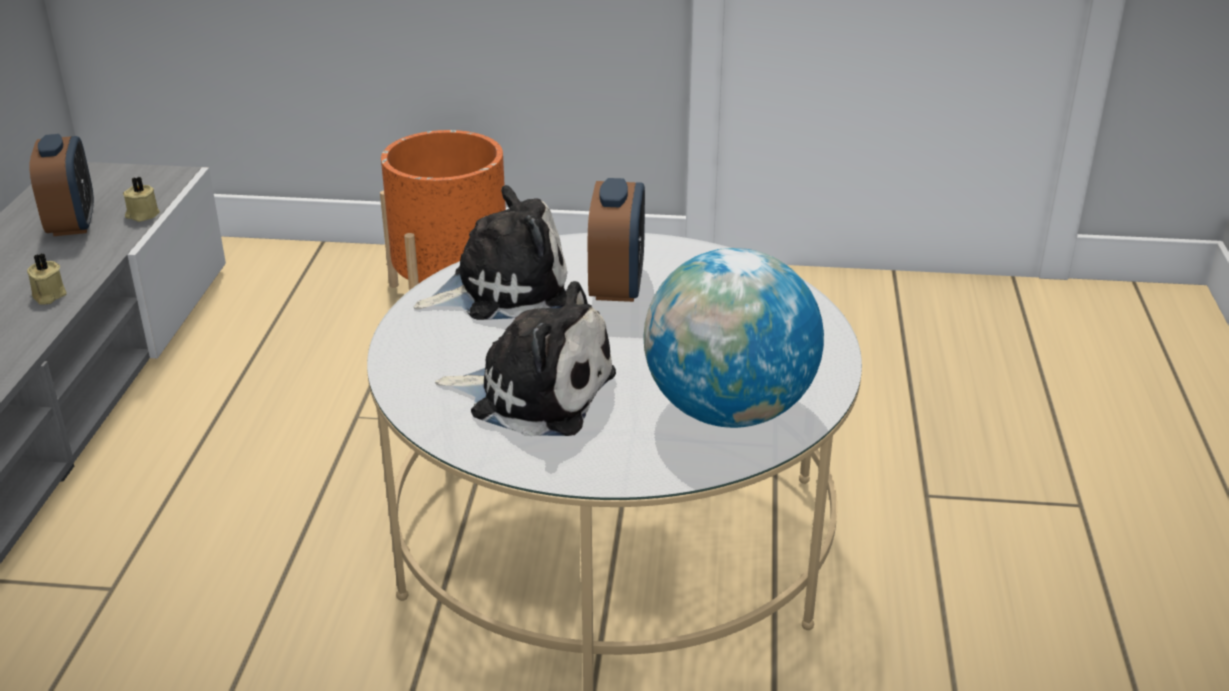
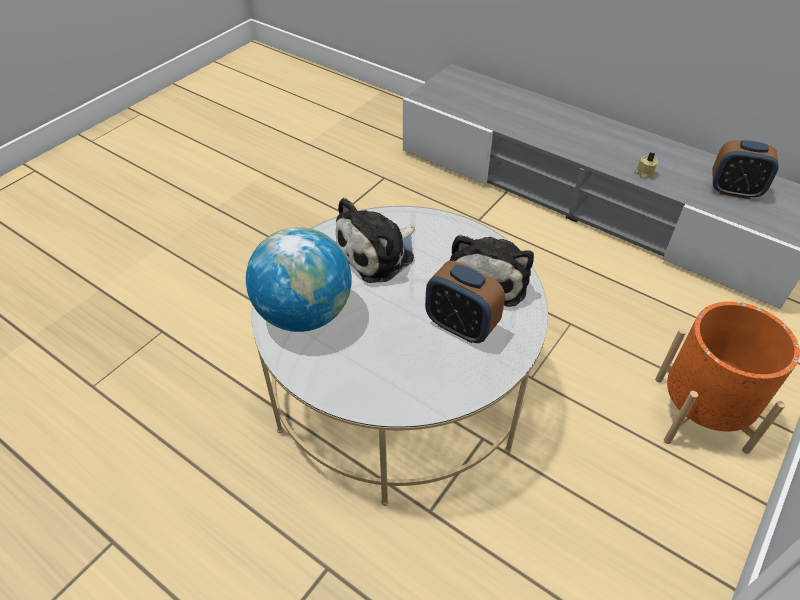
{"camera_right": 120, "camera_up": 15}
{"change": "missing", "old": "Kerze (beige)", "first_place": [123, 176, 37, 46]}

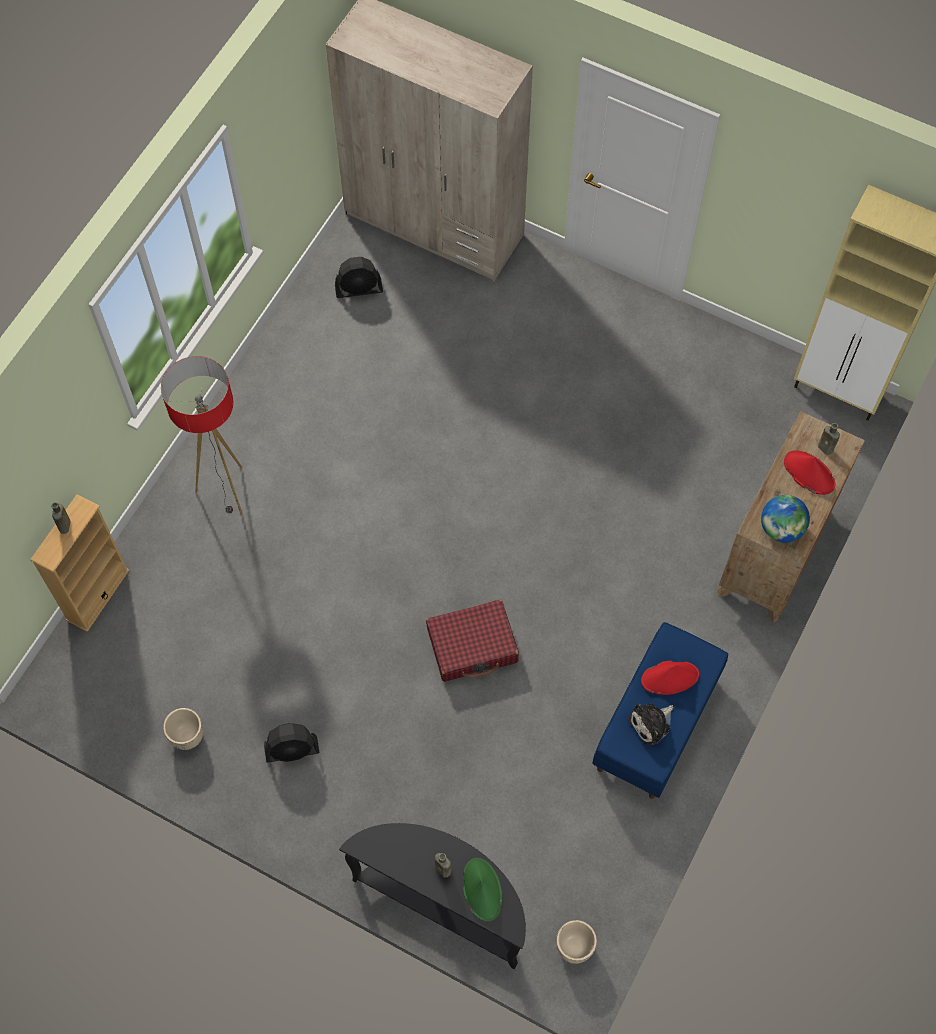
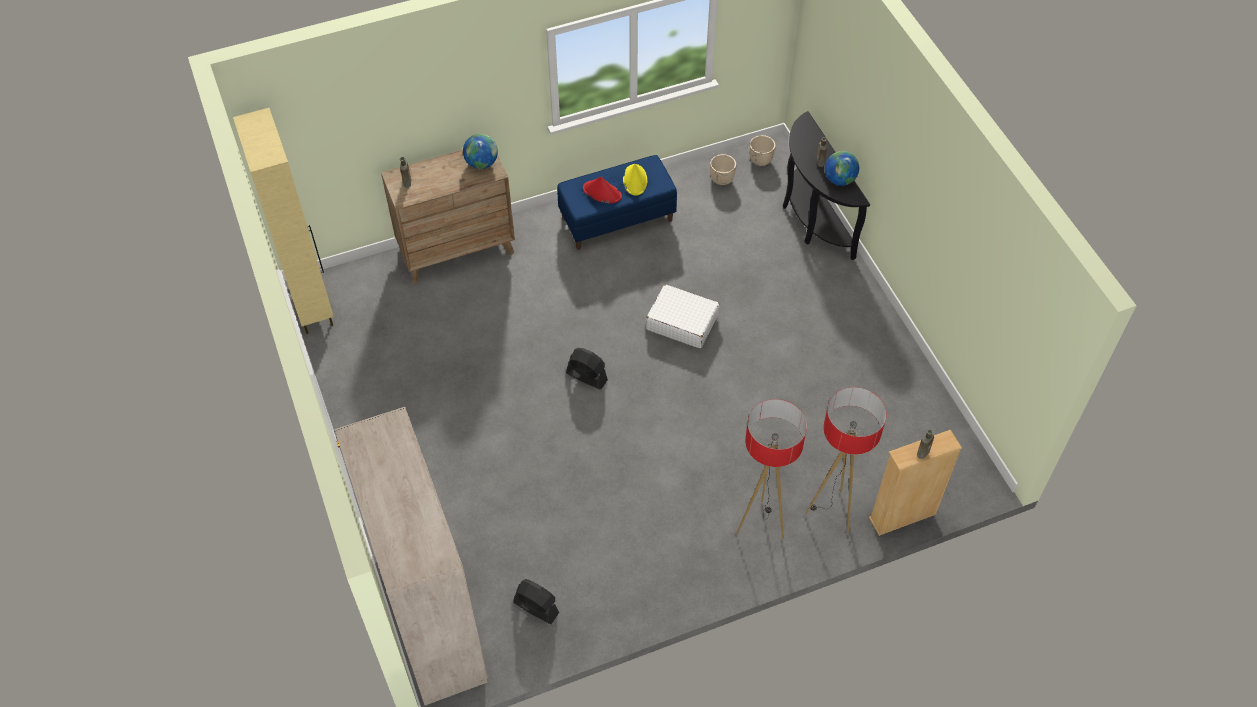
{"camera_right": -140, "camera_up": -10}
{"change": "missing", "old": "Hut (rot)", "first_place": [784, 450, 51, 45]}
{"change": "colour", "old": "Koffer (rot)", "new": "Koffer (weiß)", "first_place": [426, 599, 93, 83], "second_place": [646, 285, 74, 63]}
{"change": "exchanged", "old": "Plüschtier", "new": "Hut (gelb)", "first_place": [628, 704, 45, 41], "second_place": [623, 164, 25, 32]}
{"change": "relocated", "old": "Pflanzkübel (beige)", "first_place": [163, 708, 40, 42], "second_place": [710, 154, 26, 31]}
{"change": "relocated", "old": "Ventilator (schwarz)", "first_place": [264, 723, 56, 39], "second_place": [566, 348, 42, 41]}
{"change": "missing", "old": "Hut (grün)", "first_place": [463, 858, 39, 64]}
{"change": "appeared", "new": "Globus", "second_place": [825, 151, 34, 35]}
{"change": "appeared", "new": "Stehlampe", "second_place": [805, 387, 82, 146]}

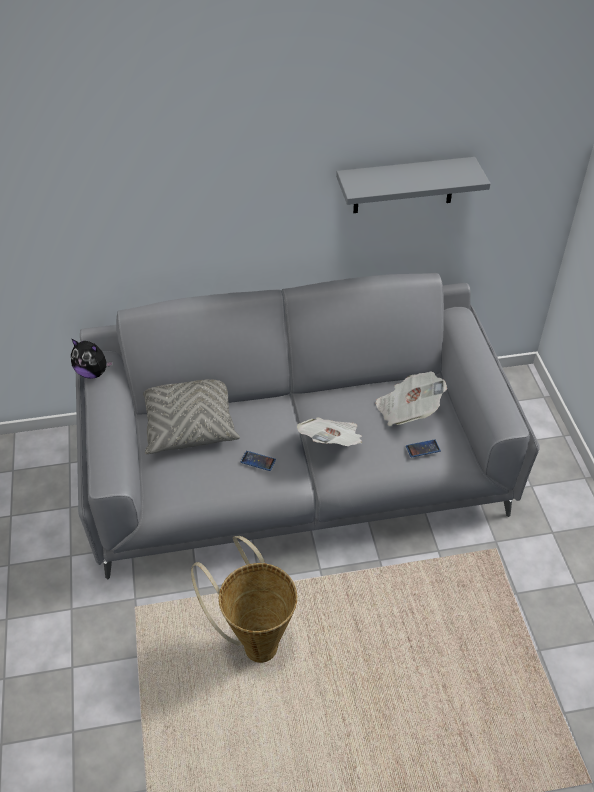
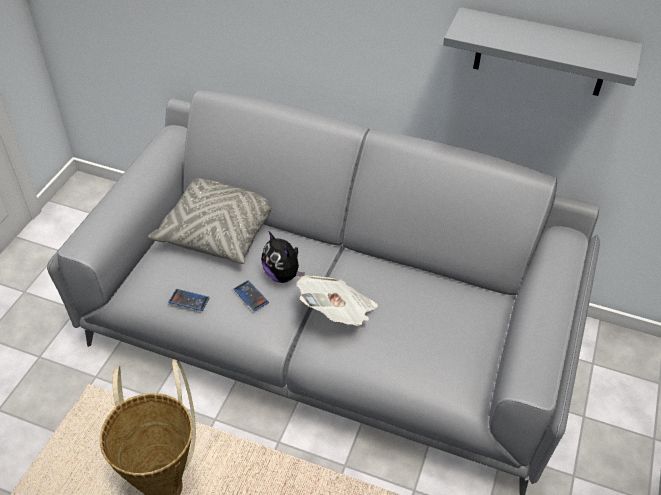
{"camera_right": 30, "camera_up": 0}
{"change": "relocated", "old": "Plüschtier", "first_place": [71, 339, 42, 40], "second_place": [261, 232, 44, 51]}
{"change": "missing", "old": "Zeitung", "first_place": [375, 371, 72, 55]}
{"change": "relocated", "old": "Handy", "first_place": [406, 439, 35, 18], "second_place": [169, 289, 40, 22]}

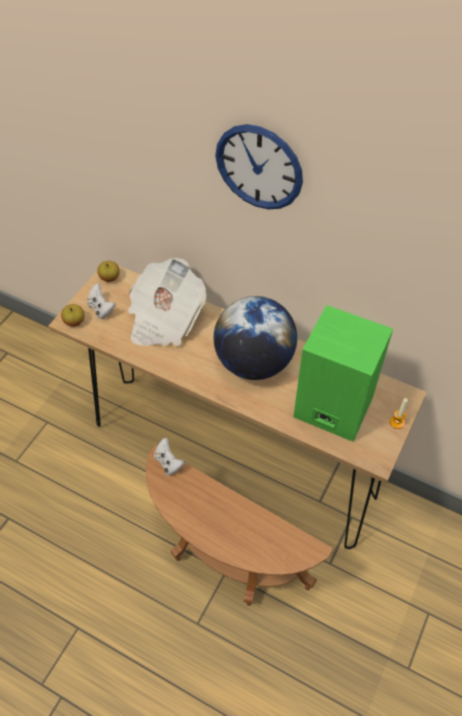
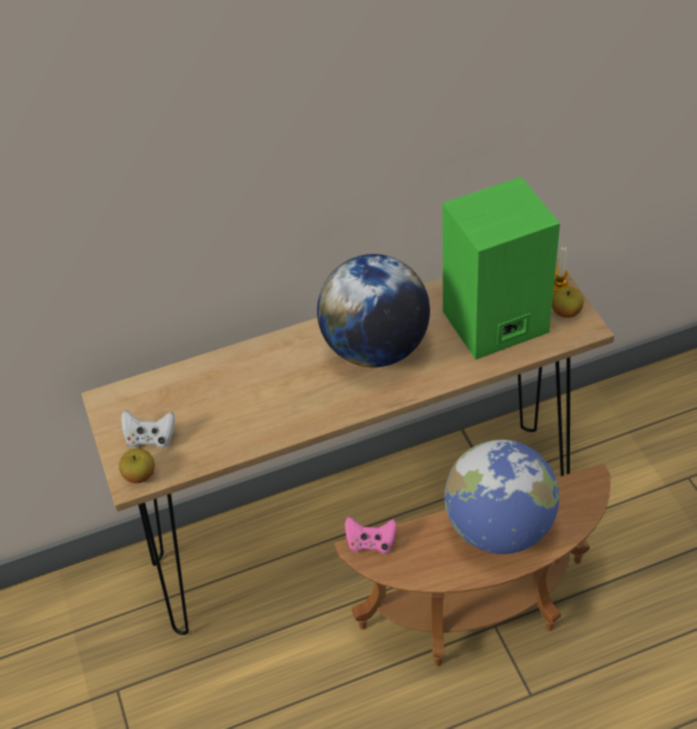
{"camera_right": -45, "camera_up": -5}
{"change": "missing", "old": "Wanduhr", "first_place": [215, 124, 88, 85]}
{"change": "missing", "old": "Zeitung", "first_place": [128, 258, 79, 88]}
{"change": "relocated", "old": "Apfel", "first_place": [97, 261, 23, 21], "second_place": [552, 287, 32, 31]}
{"change": "colour", "old": "Gamepad (weiß)", "new": "Gamepad (rosa)", "first_place": [154, 438, 31, 38], "second_place": [345, 516, 52, 38]}
{"change": "appeared", "new": "Globus", "second_place": [444, 439, 116, 115]}

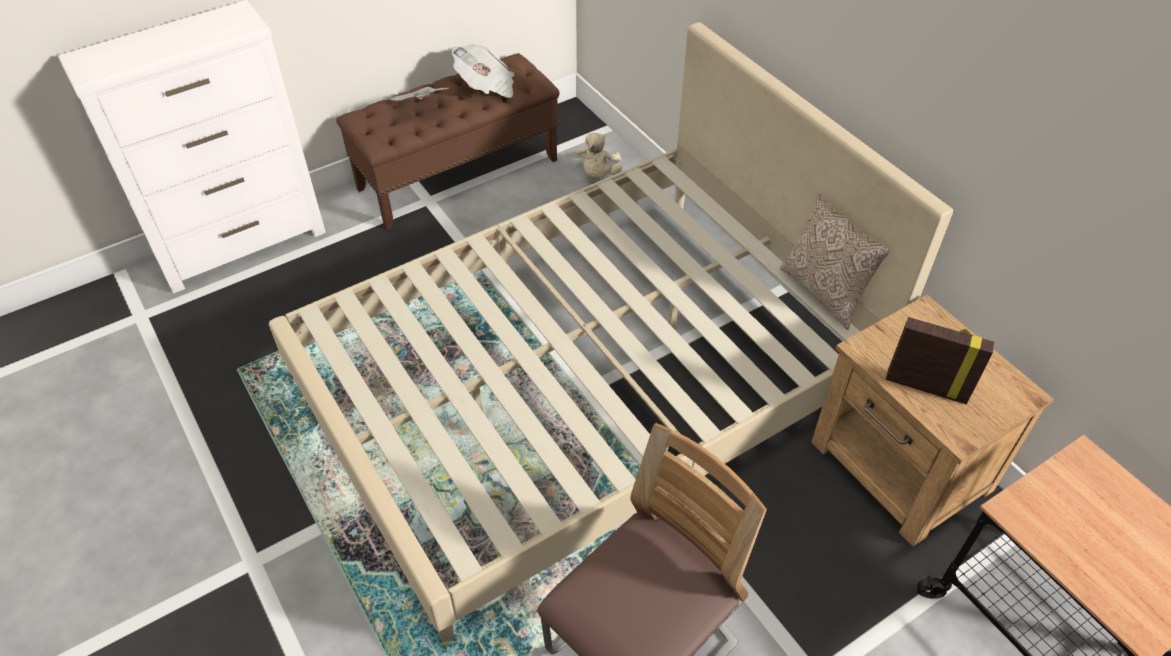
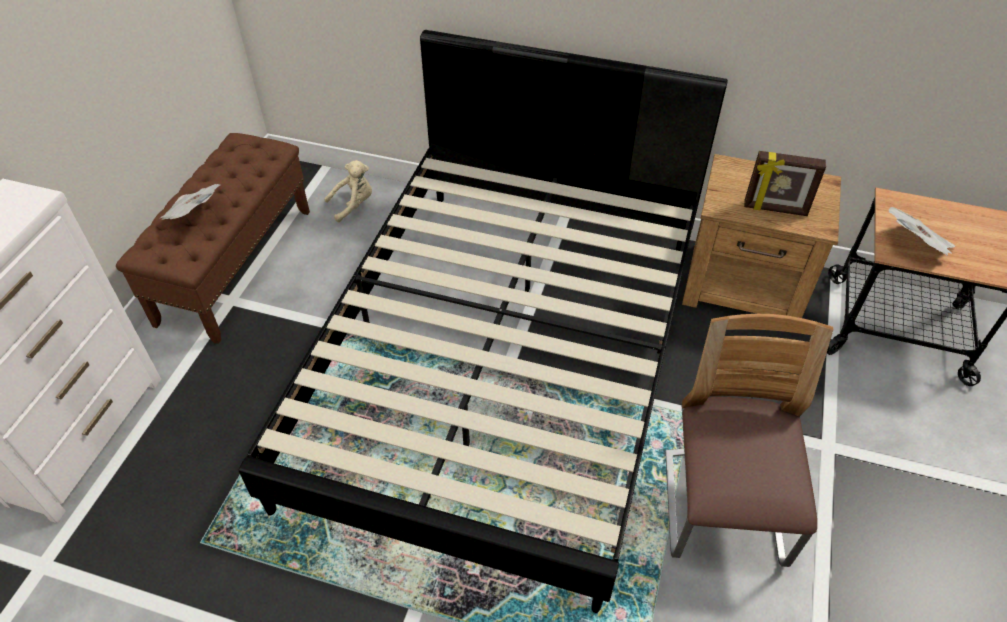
{"camera_right": -40, "camera_up": 0}
{"change": "colour", "old": "Bett (beige)", "new": "Bett (schwarz)", "first_place": [269, 22, 684, 620], "second_place": [239, 30, 489, 583]}
{"change": "relocated", "old": "Zeitung", "first_place": [452, 45, 62, 53], "second_place": [888, 207, 67, 48]}
{"change": "spun", "old": "Plüschtier (beige)", "first_place": [576, 132, 46, 46], "second_place": [324, 160, 48, 62], "degrees": -90}
{"change": "missing", "old": "Kissen", "first_place": [780, 194, 109, 136]}
{"change": "spun", "old": "Bilderrahmen", "first_place": [886, 317, 109, 87], "second_place": [744, 151, 82, 65], "degrees": -150}

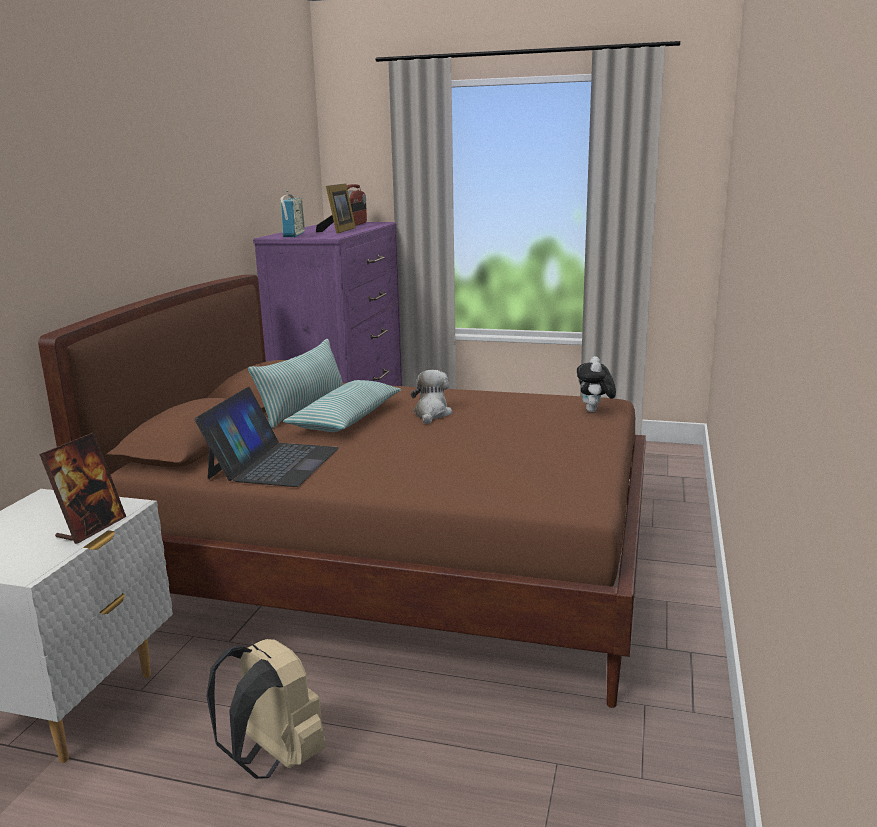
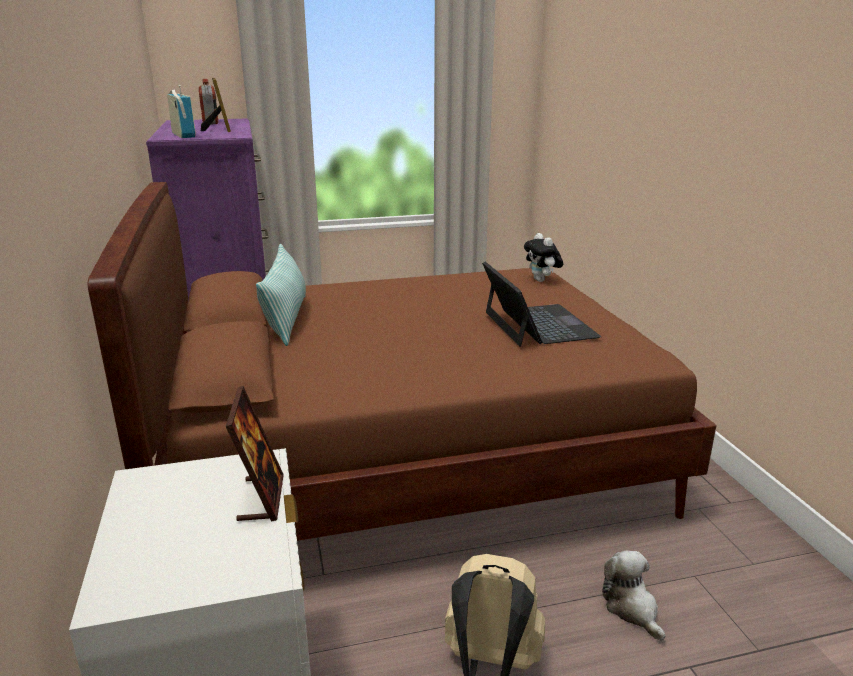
{"camera_right": -30, "camera_up": 5}
{"change": "relocated", "old": "Plüschtier", "first_place": [411, 370, 41, 54], "second_place": [602, 551, 63, 90]}
{"change": "missing", "old": "Kissen", "first_place": [283, 380, 118, 52]}
{"change": "relocated", "old": "Laptop", "first_place": [195, 387, 144, 100], "second_place": [482, 262, 119, 85]}

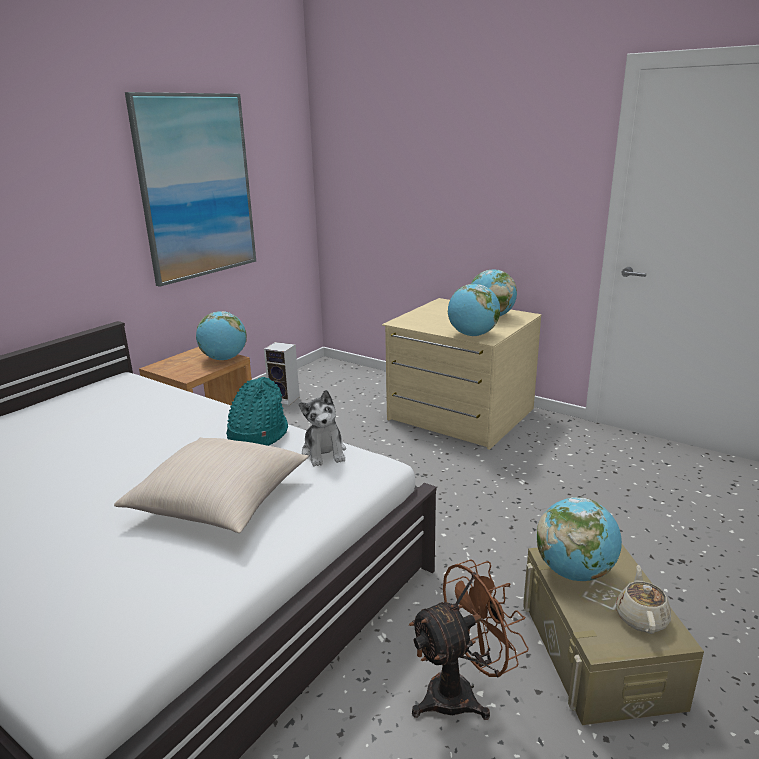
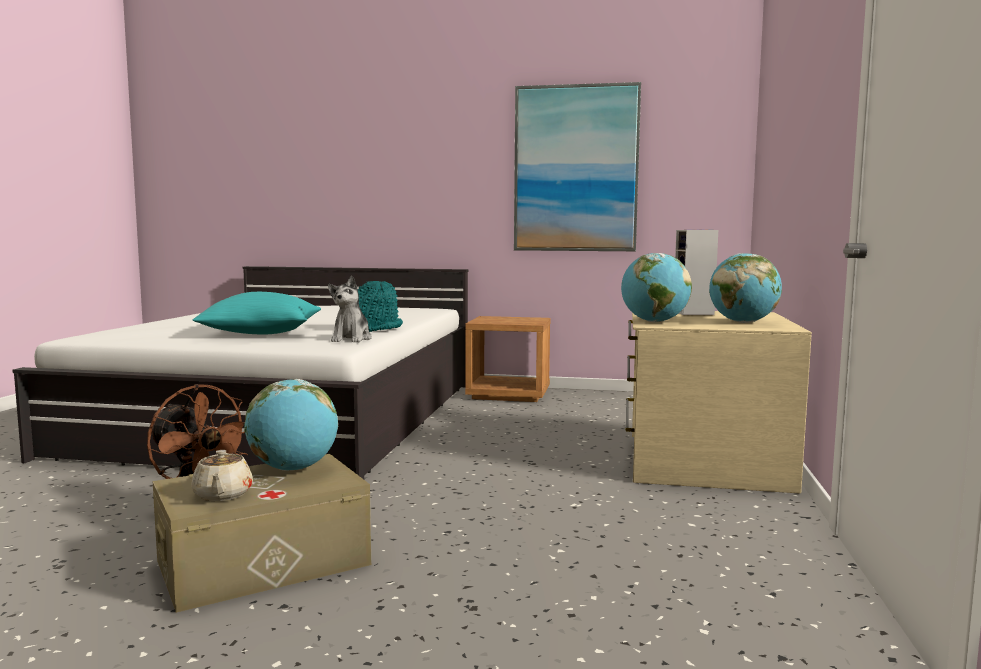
{"camera_right": 65, "camera_up": -15}
{"change": "missing", "old": "Globus", "first_place": [196, 311, 51, 49]}
{"change": "relocated", "old": "Lautsprecher", "first_place": [264, 342, 36, 63], "second_place": [675, 230, 43, 85]}
{"change": "spun", "old": "Plüschtier", "first_place": [299, 390, 47, 77], "second_place": [328, 276, 44, 66], "degrees": -45}
{"change": "colour", "old": "Kissen (beige)", "new": "Kissen (türkis)", "first_place": [114, 437, 195, 96], "second_place": [192, 292, 129, 43]}
{"change": "spun", "old": "Teekanne (beige)", "first_place": [616, 565, 55, 69], "second_place": [191, 450, 62, 51], "degrees": 90}

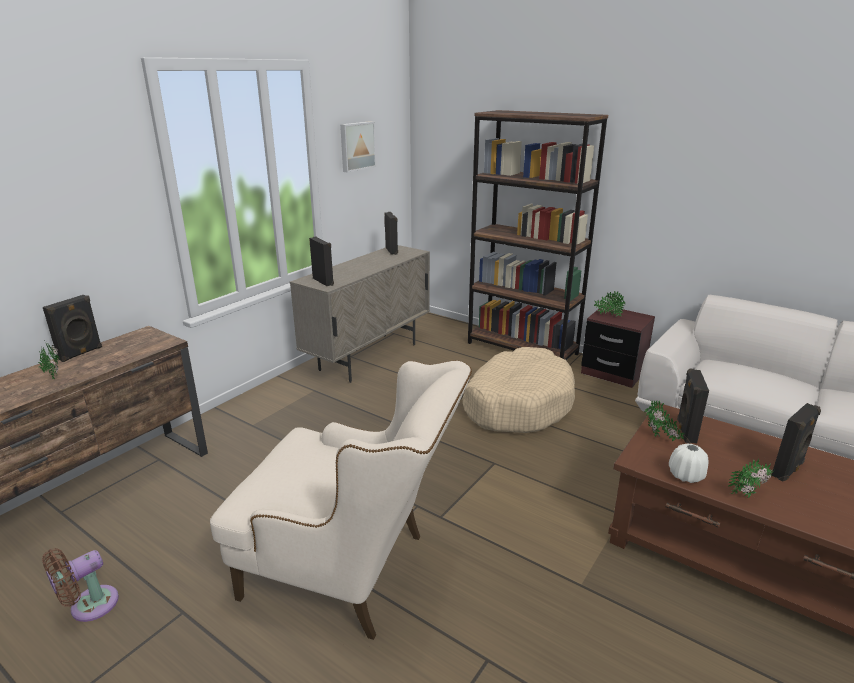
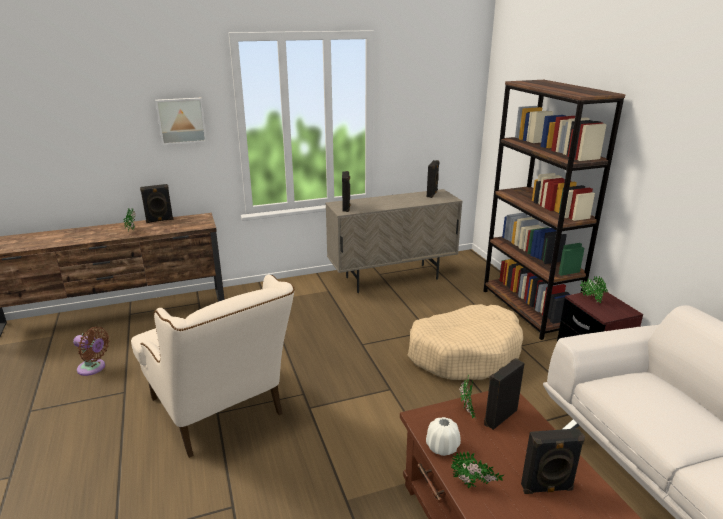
{"camera_right": 35, "camera_up": 0}
{"change": "relocated", "old": "Bild", "first_place": [340, 121, 36, 51], "second_place": [155, 98, 52, 47]}
{"change": "spun", "old": "Ventilator (braun)", "first_place": [42, 548, 77, 74], "second_place": [73, 327, 36, 49], "degrees": -150}

